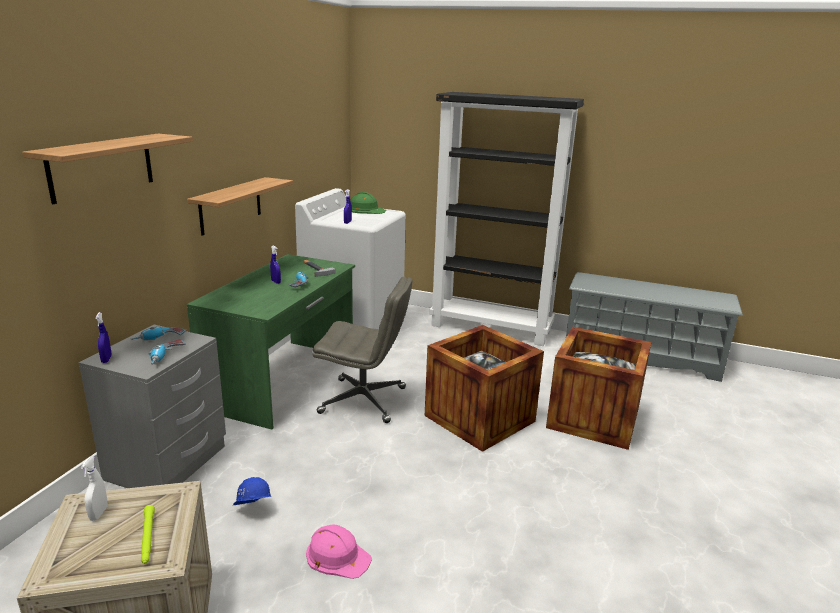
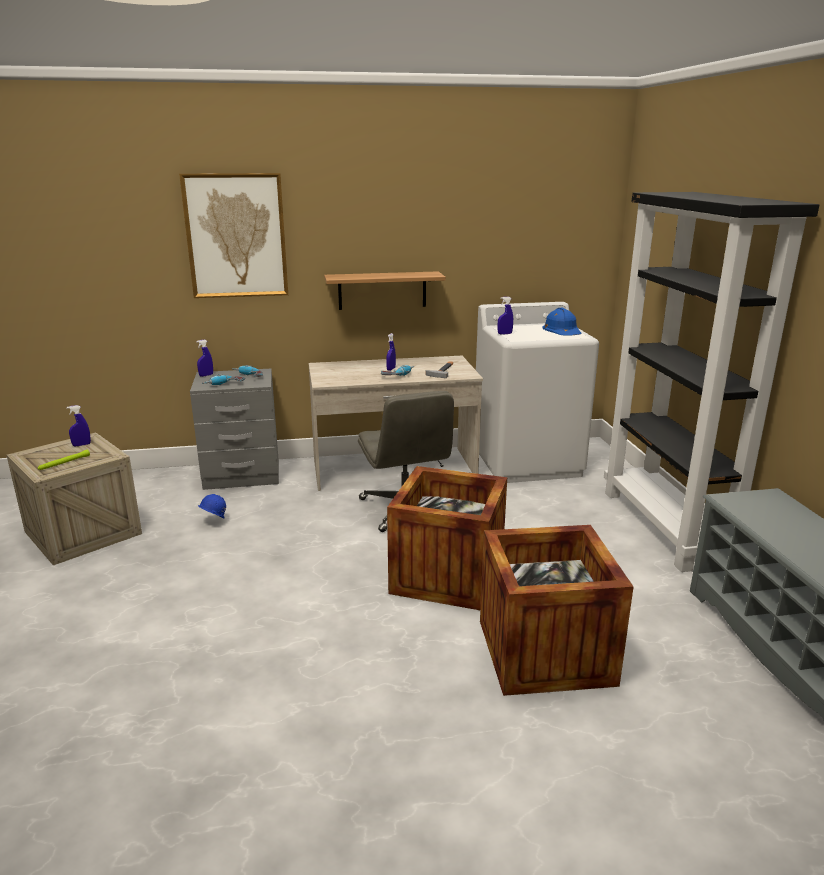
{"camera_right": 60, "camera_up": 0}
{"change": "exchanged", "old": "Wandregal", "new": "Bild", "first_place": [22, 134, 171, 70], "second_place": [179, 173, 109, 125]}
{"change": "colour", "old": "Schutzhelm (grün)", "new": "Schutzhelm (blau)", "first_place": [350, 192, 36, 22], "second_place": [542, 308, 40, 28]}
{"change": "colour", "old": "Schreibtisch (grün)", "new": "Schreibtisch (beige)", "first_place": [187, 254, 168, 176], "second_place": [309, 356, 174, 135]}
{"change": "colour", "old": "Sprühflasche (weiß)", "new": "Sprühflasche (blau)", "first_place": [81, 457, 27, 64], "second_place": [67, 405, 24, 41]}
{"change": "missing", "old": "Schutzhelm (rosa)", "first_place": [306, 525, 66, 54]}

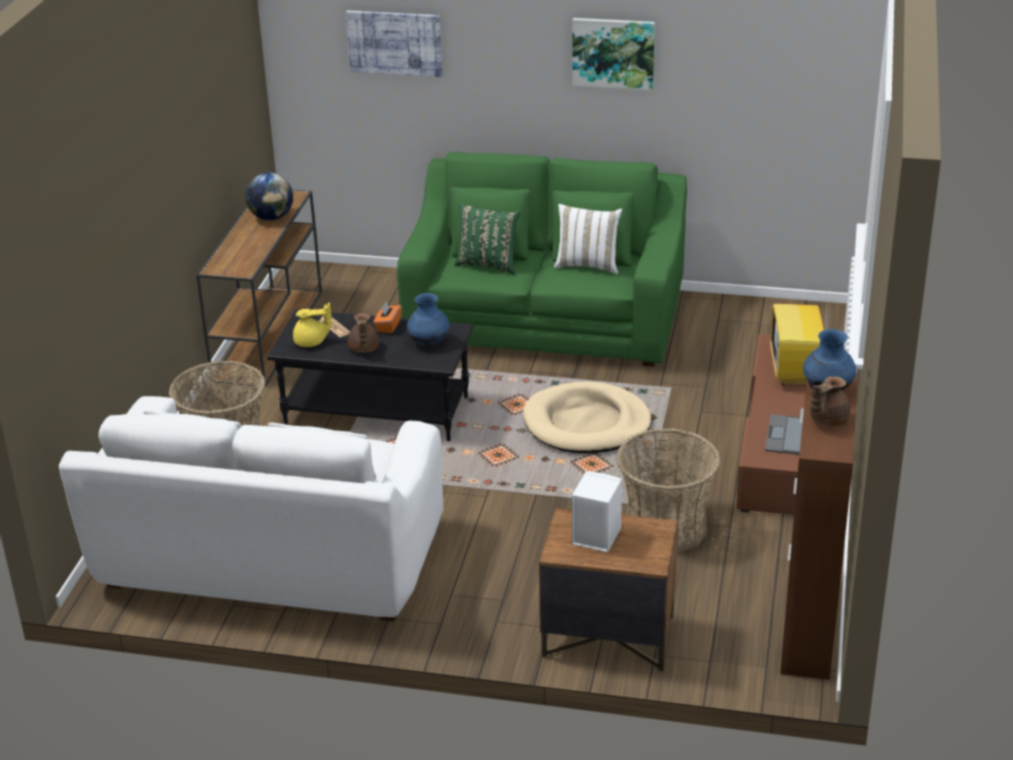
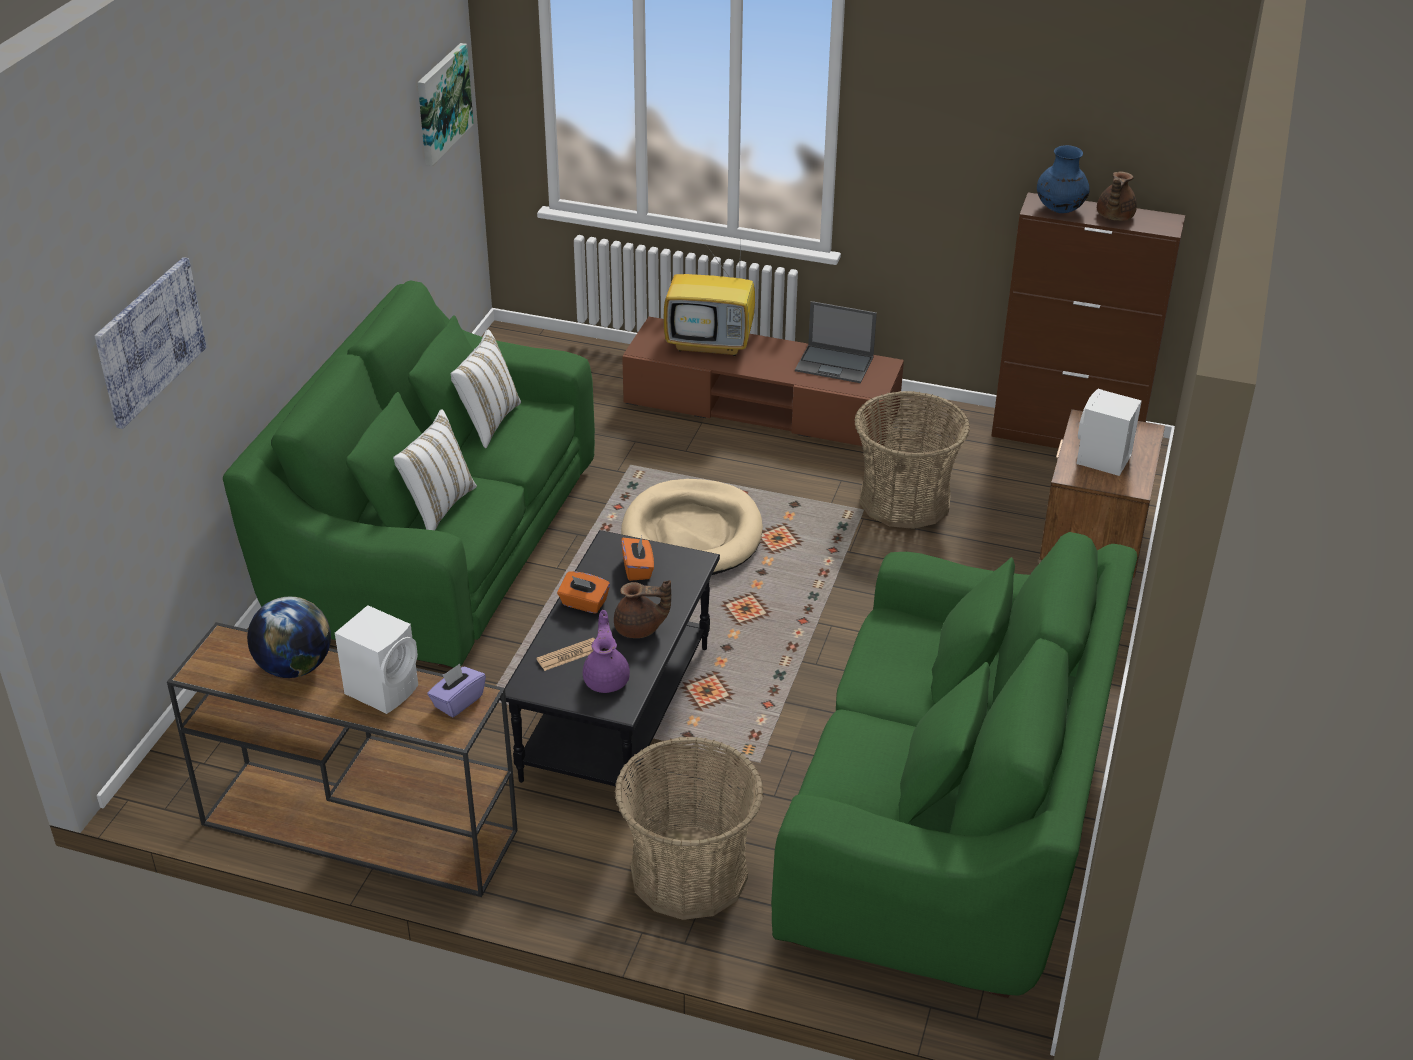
{"camera_right": -85, "camera_up": 5}
{"change": "relocated", "old": "Bild", "first_place": [572, 18, 83, 72], "second_place": [417, 43, 57, 123]}
{"change": "colour", "old": "Kissen (grün)", "new": "Kissen (weiß)", "first_place": [454, 203, 66, 72], "second_place": [393, 410, 84, 120]}
{"change": "exchanged", "old": "Vase (blau)", "new": "Taschentuchbox (orange)", "first_place": [407, 293, 42, 52], "second_place": [621, 536, 33, 45]}
{"change": "colour", "old": "Teekanne (gelb)", "new": "Teekanne (lila)", "first_place": [293, 303, 39, 44], "second_place": [583, 610, 47, 83]}
{"change": "spun", "old": "Teekanne (braun)", "first_place": [810, 376, 41, 51], "second_place": [1097, 171, 40, 50], "degrees": 60}
{"change": "colour", "old": "Sofa (weiß)", "new": "Sofa (grün)", "first_place": [59, 396, 385, 225], "second_place": [771, 532, 366, 466]}
{"change": "appeared", "new": "Lautsprecher (weiß)", "second_place": [335, 605, 83, 109]}
{"change": "appeared", "new": "Taschentuchbox (lila)", "second_place": [427, 663, 59, 54]}

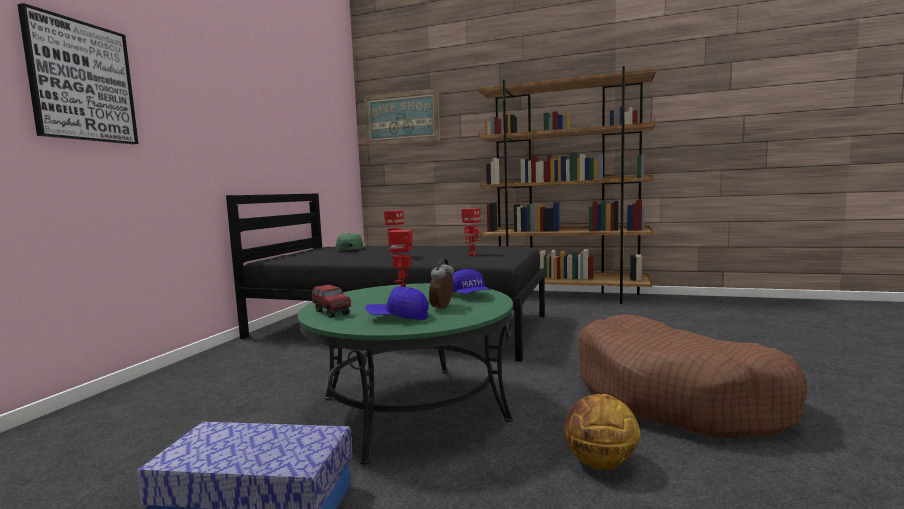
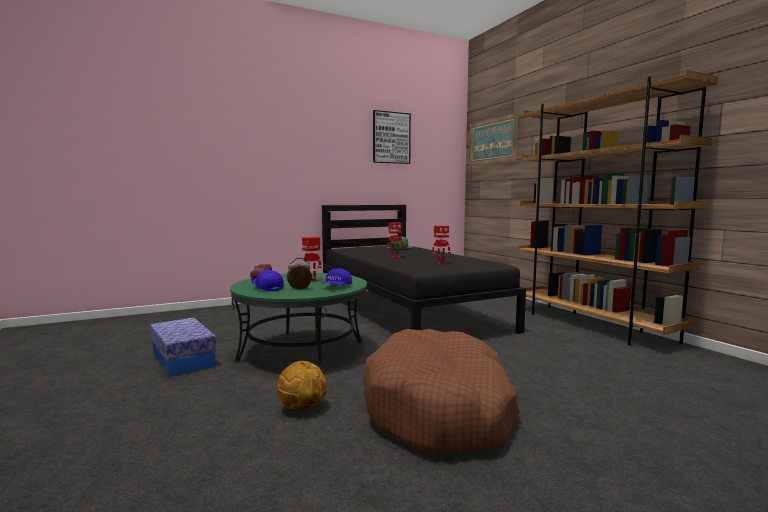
{"camera_right": 45, "camera_up": 0}
{"change": "relocated", "old": "Bild", "first_place": [17, 3, 121, 141], "second_place": [373, 110, 38, 54]}

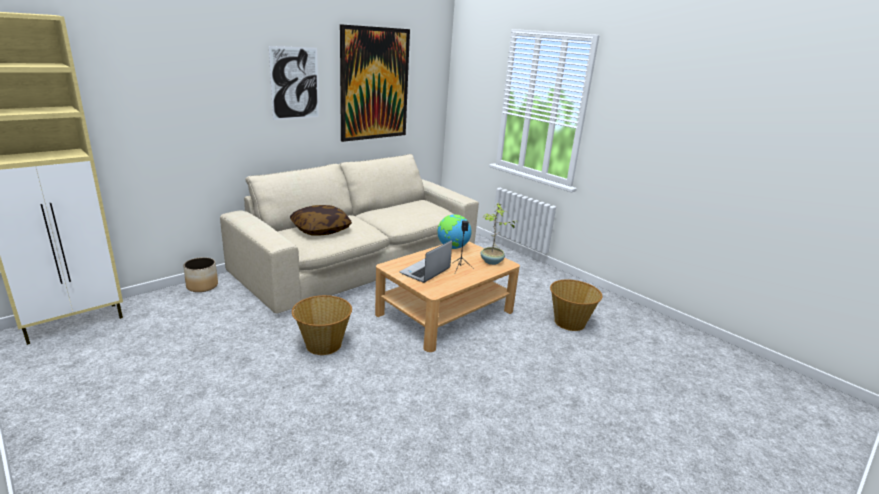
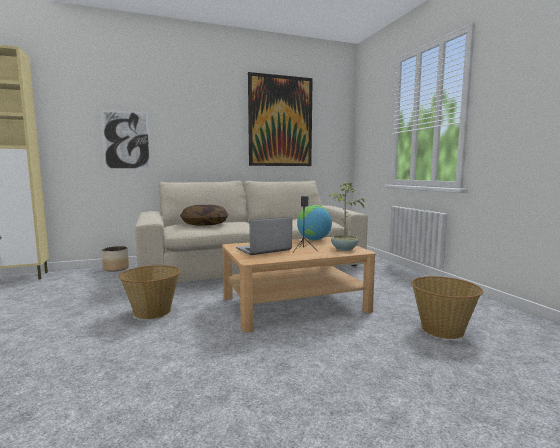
{"camera_right": 25, "camera_up": -15}
{"change": "relocated", "old": "Bild", "first_place": [269, 46, 50, 74], "second_place": [101, 110, 50, 60]}

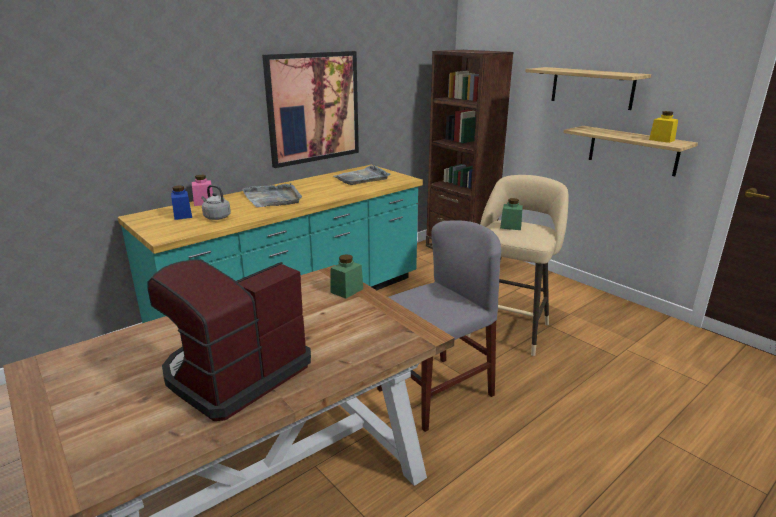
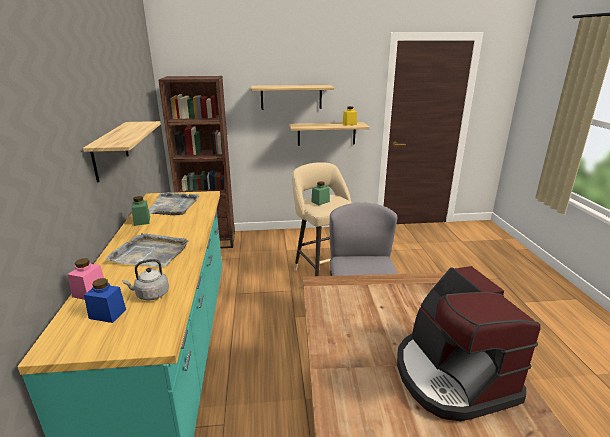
{"camera_right": -55, "camera_up": 0}
{"change": "exchanged", "old": "Bild", "new": "Wandregal", "first_place": [262, 51, 97, 117], "second_place": [83, 121, 78, 62]}
{"change": "relocated", "old": "Vorratsglas (grün)", "first_place": [330, 254, 33, 45], "second_place": [131, 196, 19, 30]}

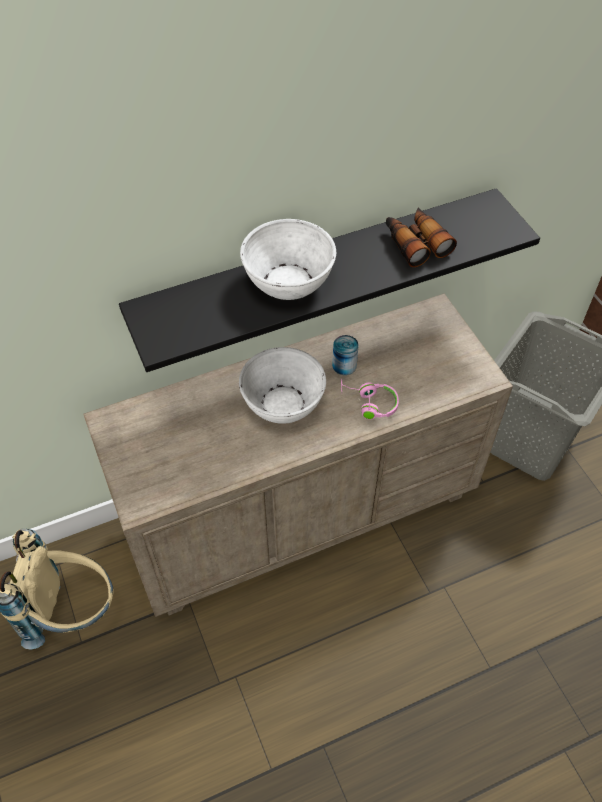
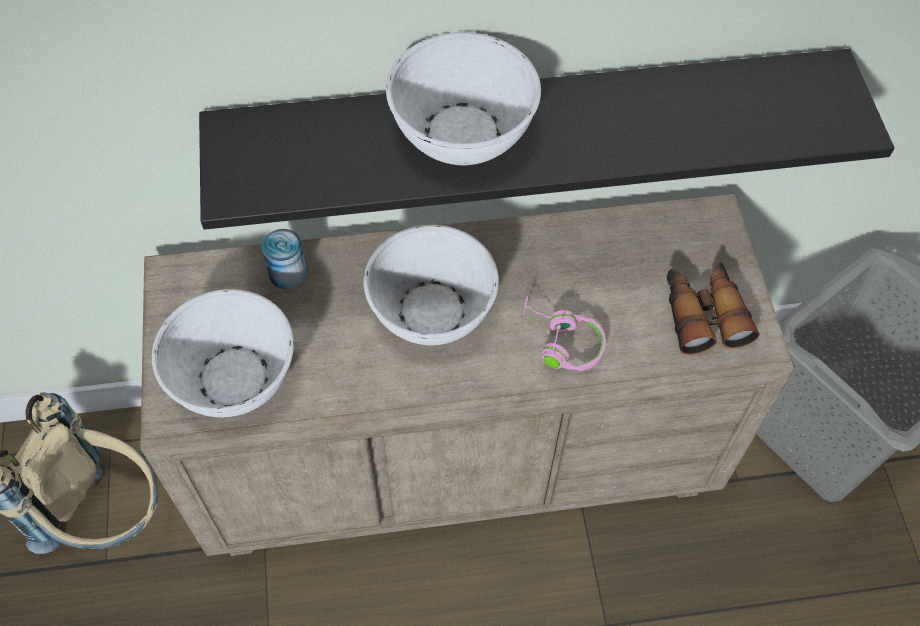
{"camera_right": 15, "camera_up": 5}
{"change": "relocated", "old": "Fernglas", "first_place": [386, 208, 71, 59], "second_place": [667, 262, 93, 93]}
{"change": "relocated", "old": "Dose", "first_place": [332, 335, 27, 40], "second_place": [262, 229, 45, 61]}
{"change": "appeared", "new": "Schüssel (weiß)", "second_place": [152, 289, 142, 128]}

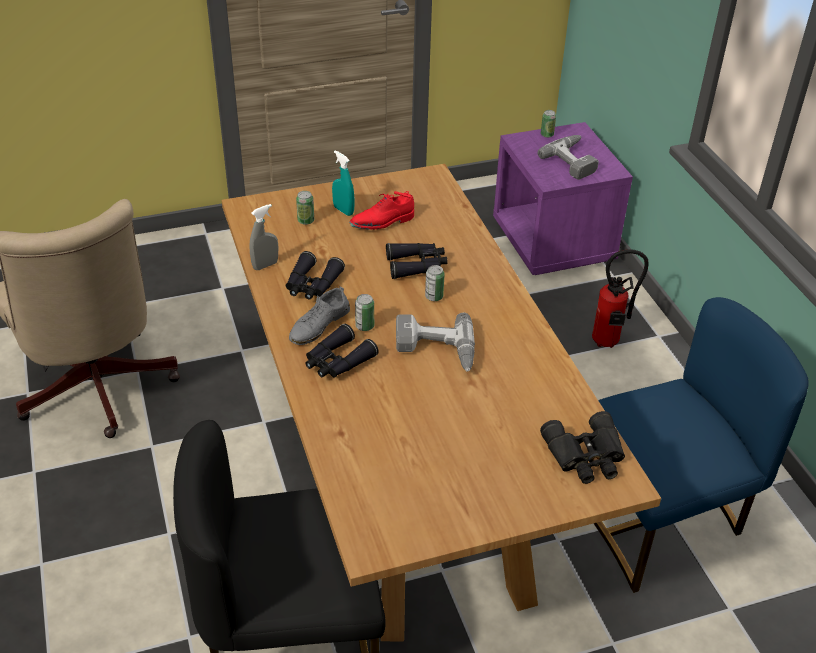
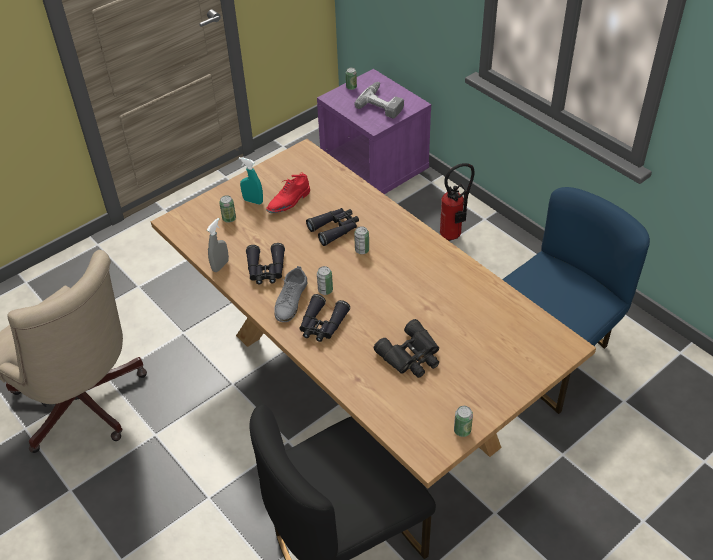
{"camera_right": -20, "camera_up": 5}
{"change": "missing", "old": "Bohrmaschine", "first_place": [396, 313, 79, 58]}
{"change": "relocated", "old": "Fernglas (schwarz)", "first_place": [540, 411, 85, 73], "second_place": [374, 319, 65, 59]}
{"change": "appeared", "new": "Dose", "second_place": [454, 406, 19, 31]}

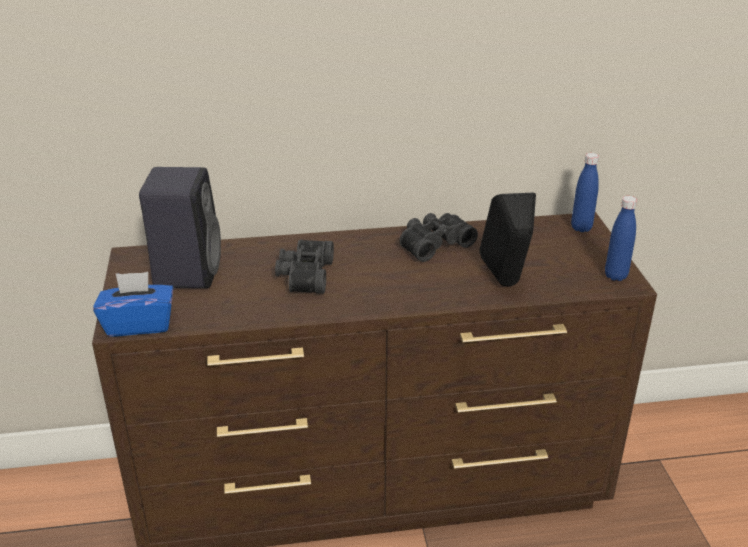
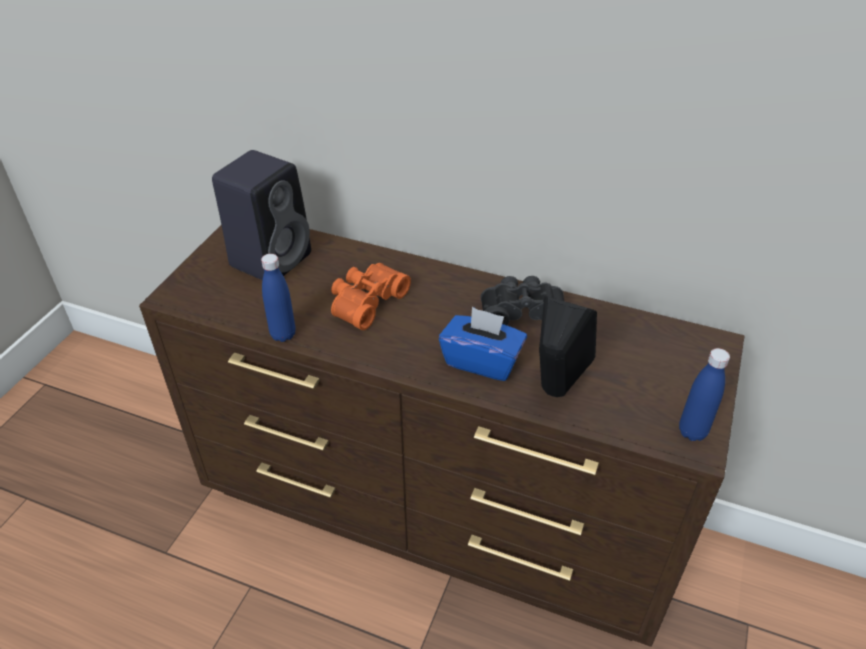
{"camera_right": 30, "camera_up": 10}
{"change": "relocated", "old": "Flasche (blau)", "first_place": [571, 153, 28, 79], "second_place": [261, 254, 35, 88]}
{"change": "colour", "old": "Fernglas (schwarz)", "new": "Fernglas (orange)", "first_place": [275, 240, 59, 54], "second_place": [331, 263, 80, 67]}
{"change": "relocated", "old": "Taschentuchbox (blau)", "first_place": [93, 272, 81, 64], "second_place": [439, 307, 88, 74]}

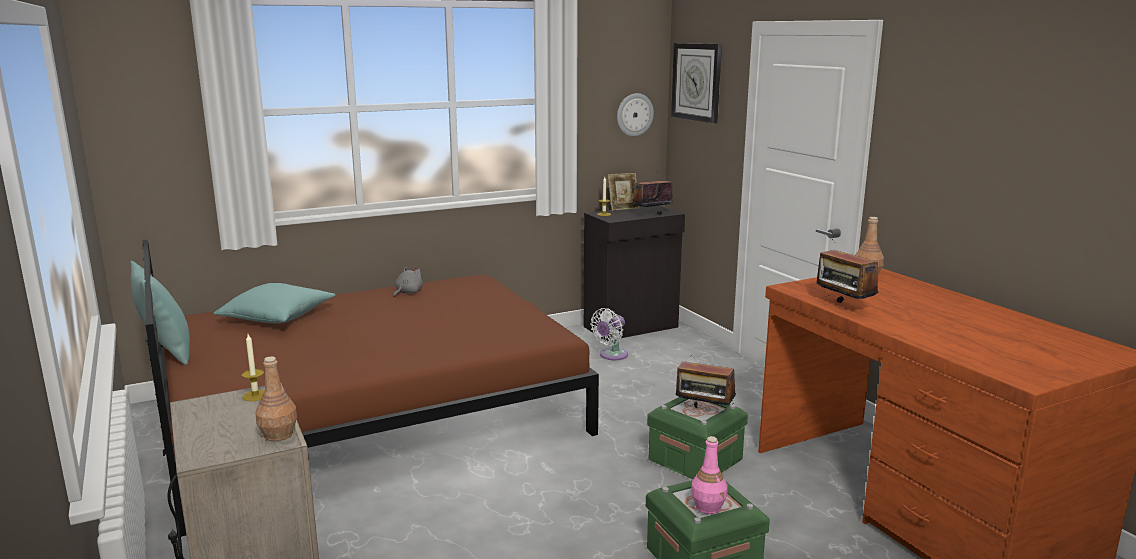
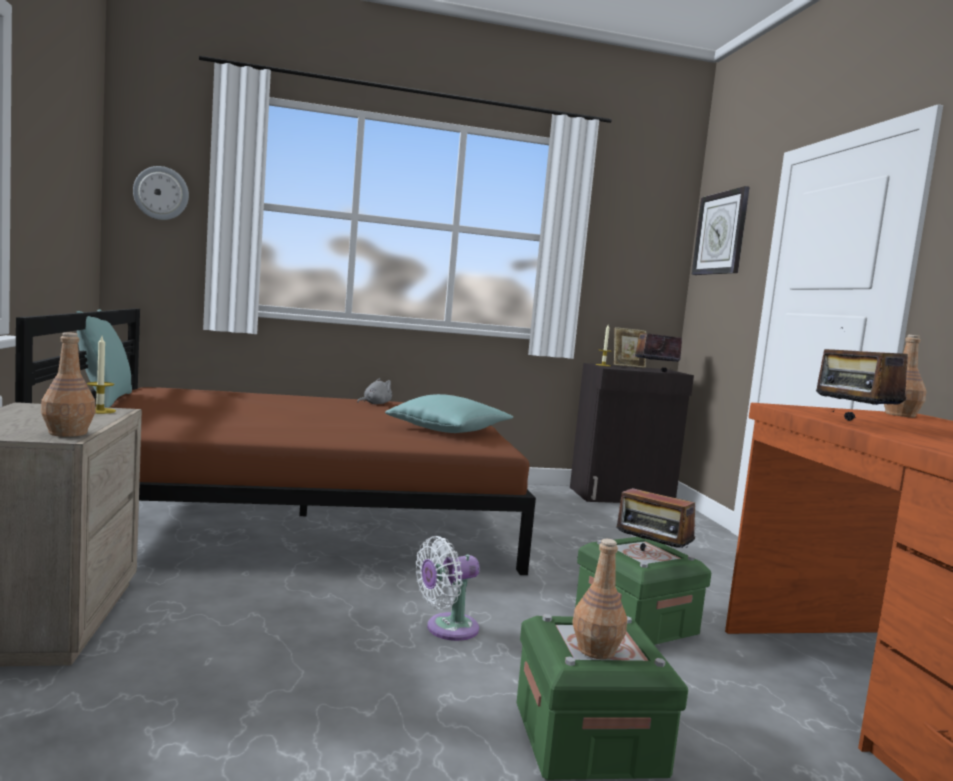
{"camera_right": 15, "camera_up": -10}
{"change": "relocated", "old": "Wanduhr", "first_place": [617, 93, 37, 43], "second_place": [133, 166, 56, 54]}
{"change": "relocated", "old": "Kissen (türkis)", "first_place": [213, 283, 123, 41], "second_place": [385, 394, 128, 39]}
{"change": "relocated", "old": "Ventilator (weiß)", "first_place": [590, 308, 38, 52], "second_place": [415, 536, 65, 105]}
{"change": "colour", "old": "Flasche (rosa)", "new": "Flasche (braun)", "first_place": [691, 436, 37, 78], "second_place": [572, 539, 55, 120]}

